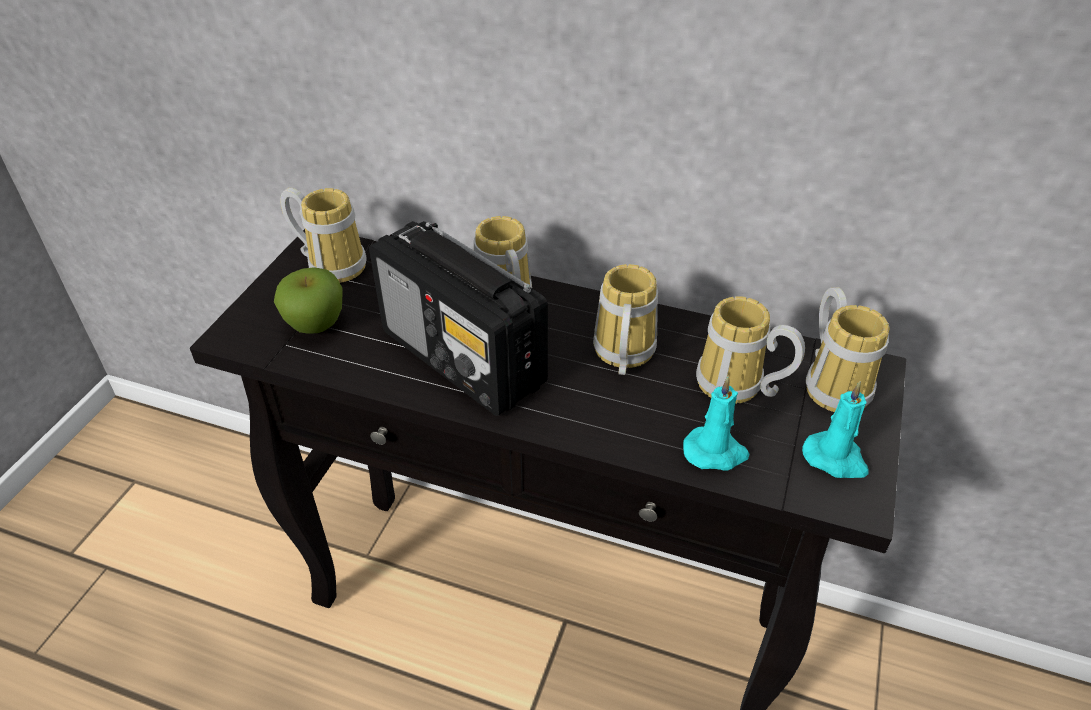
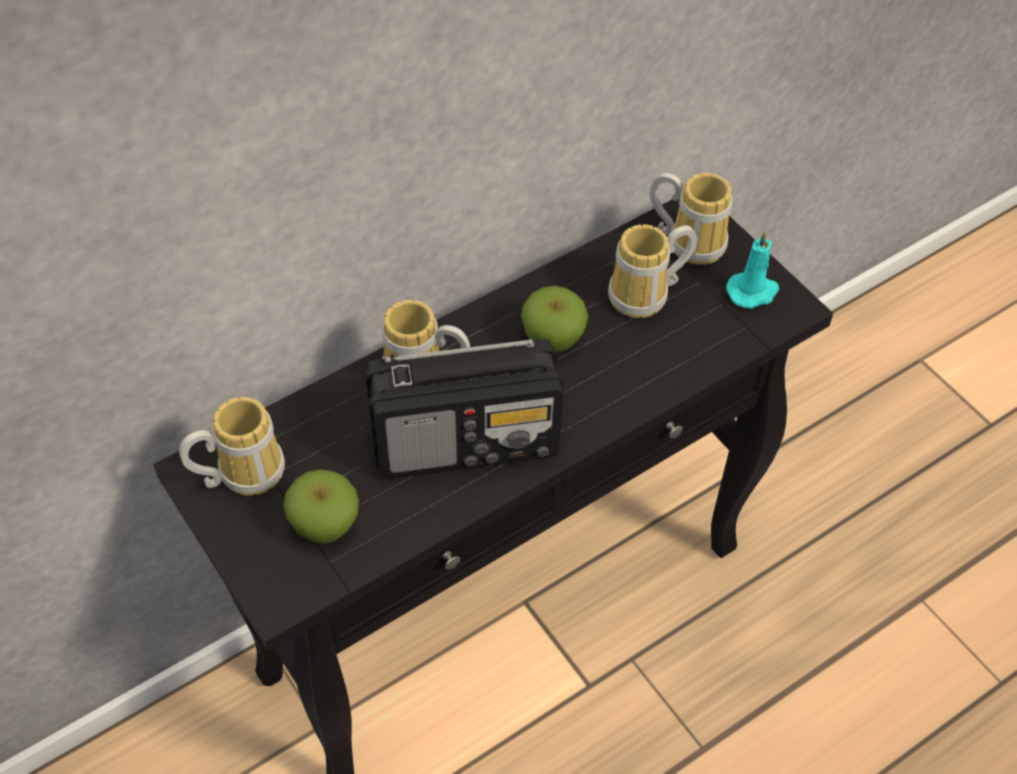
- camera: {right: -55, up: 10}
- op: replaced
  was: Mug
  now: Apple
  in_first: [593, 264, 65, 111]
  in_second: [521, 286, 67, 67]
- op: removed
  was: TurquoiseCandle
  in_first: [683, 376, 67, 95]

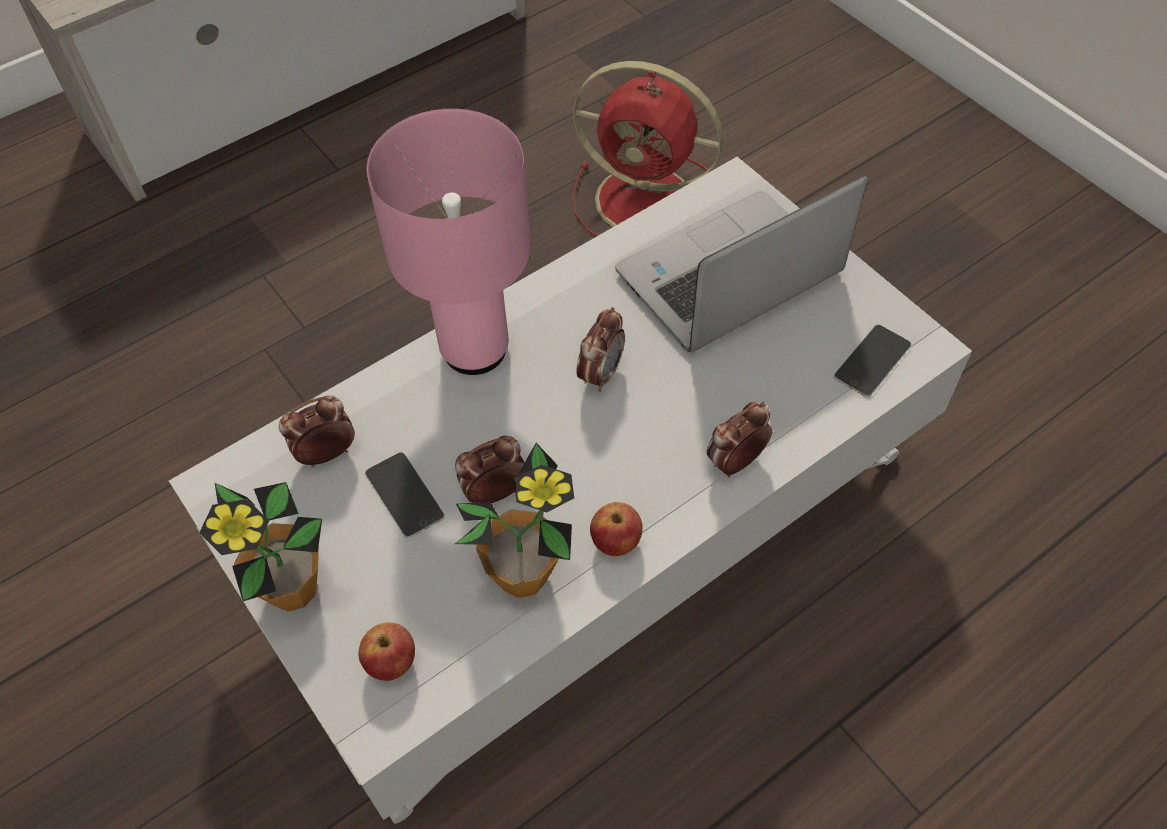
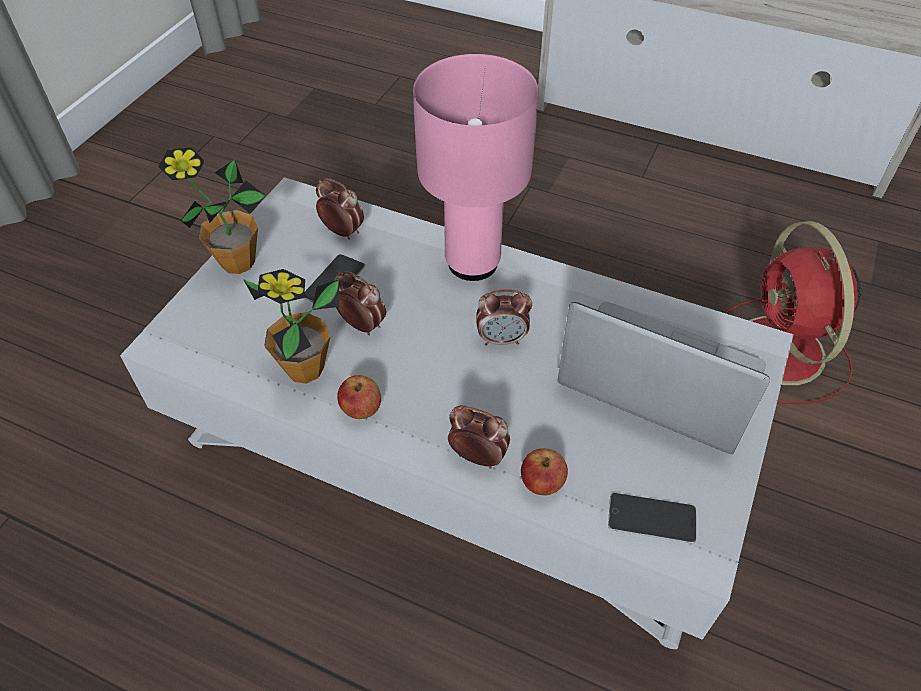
- camera: {right: 60, up: -5}
- op: moved
  was: Apple
  in_first: [358, 622, 57, 59]
  in_second: [521, 448, 47, 48]

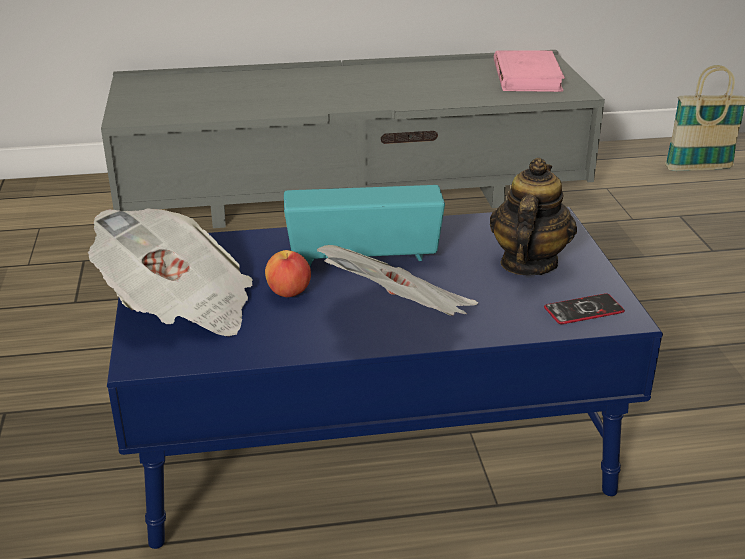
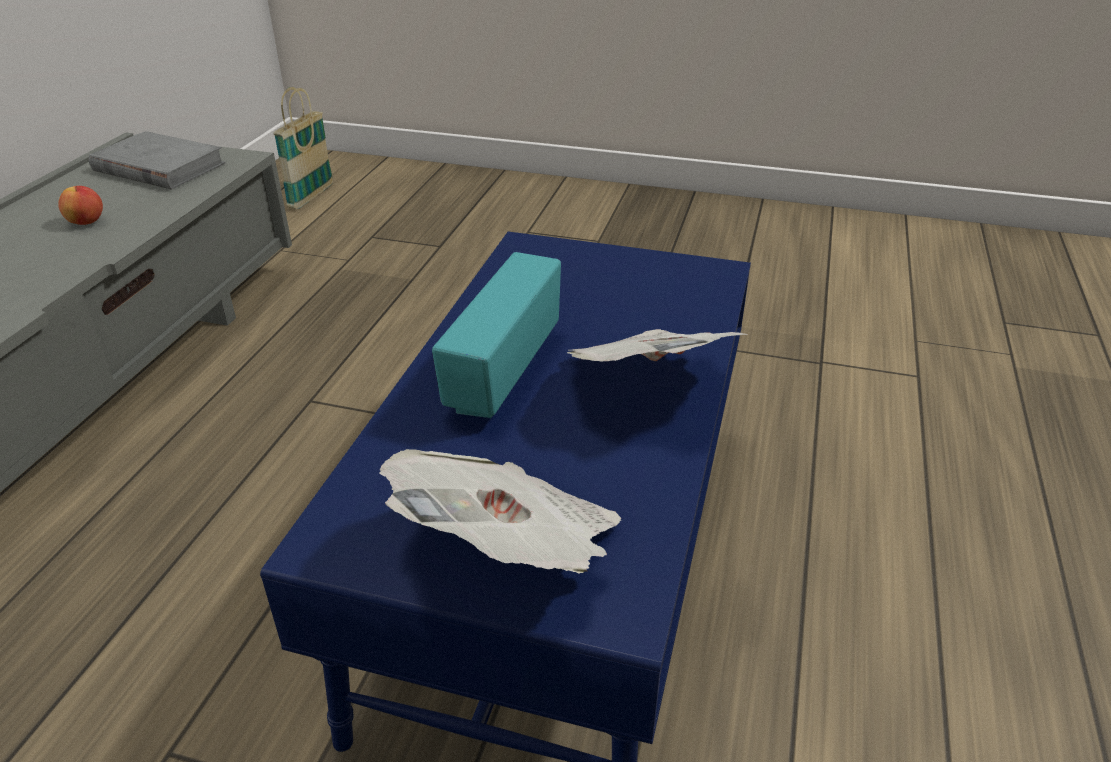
- camera: {right: -65, up: 5}
- op: recoloured
  was: PinkBook
  now: GreyBook
  in_first: [494, 50, 71, 42]
  in_second: [89, 131, 136, 59]
- op: removed
  was: Teapot
  in_first: [490, 158, 87, 117]
- op: moved
  was: Apple
  in_first: [265, 250, 46, 47]
  in_second: [58, 185, 45, 40]
- op: removed
  was: Phone
  in_first: [544, 293, 81, 31]

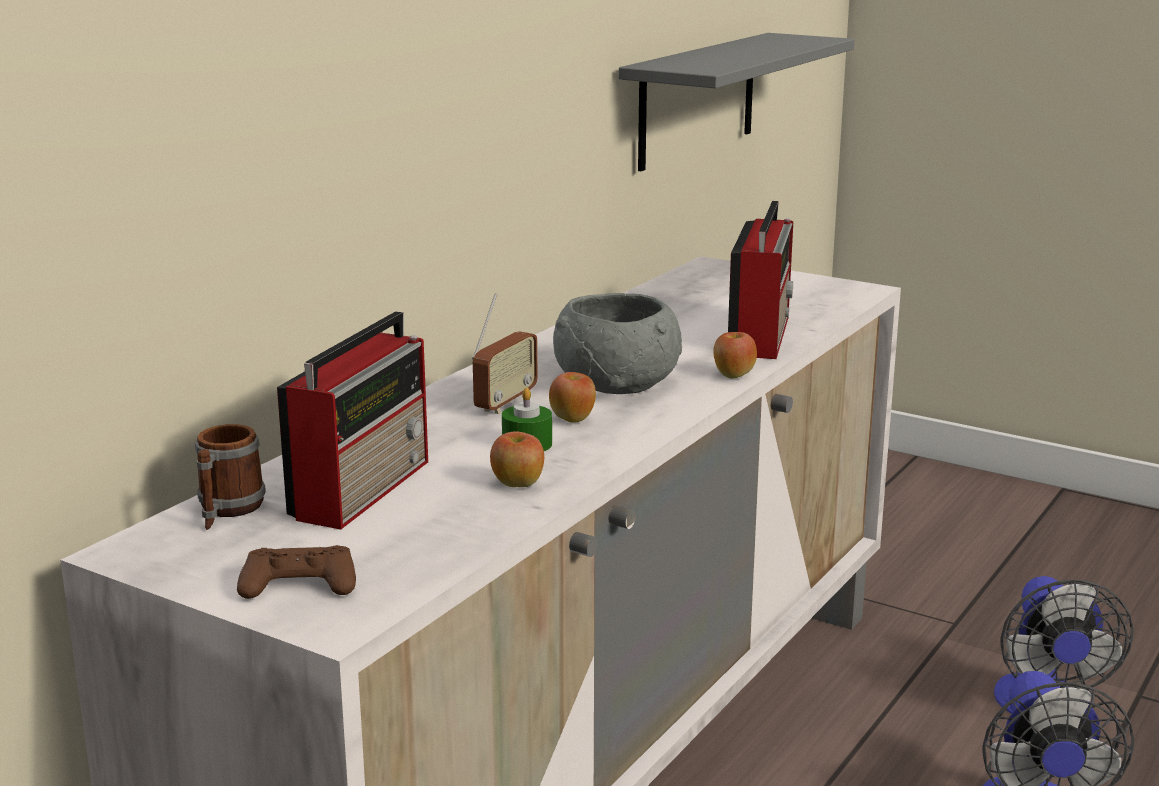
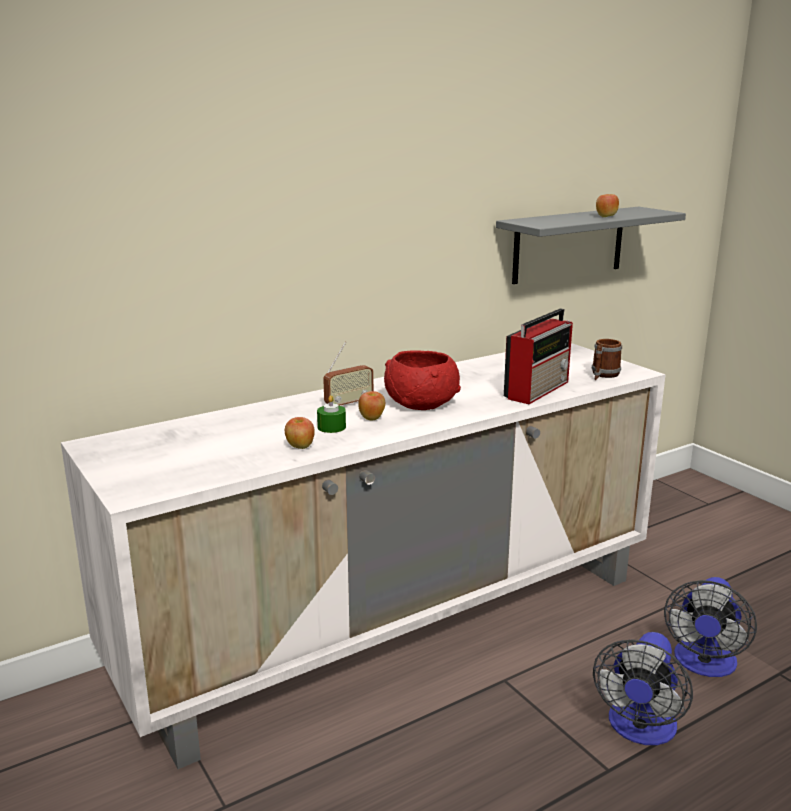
- camera: {right: 25, up: 0}
- op: recoloured
  was: GreyBowl
  now: RedBowl
  in_first: [553, 293, 129, 101]
  in_second: [384, 350, 77, 60]
- op: removed
  was: Radio
  in_first: [277, 311, 151, 219]
- op: moved
  was: Apple
  in_first: [713, 332, 44, 47]
  in_second: [596, 194, 23, 23]
- op: moved
  was: Mug
  in_first: [195, 424, 71, 106]
  in_second: [592, 339, 30, 41]
- op: removed
  was: BrownGameController
  in_first: [237, 545, 119, 54]

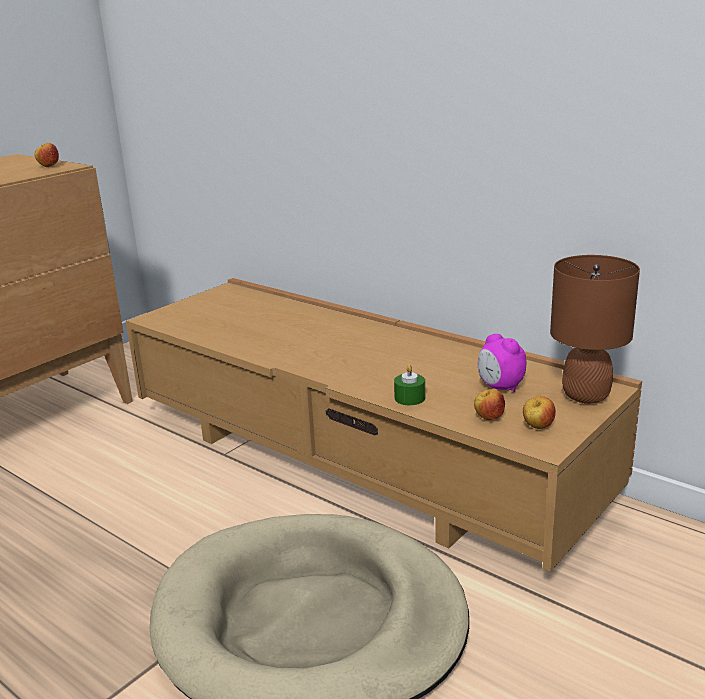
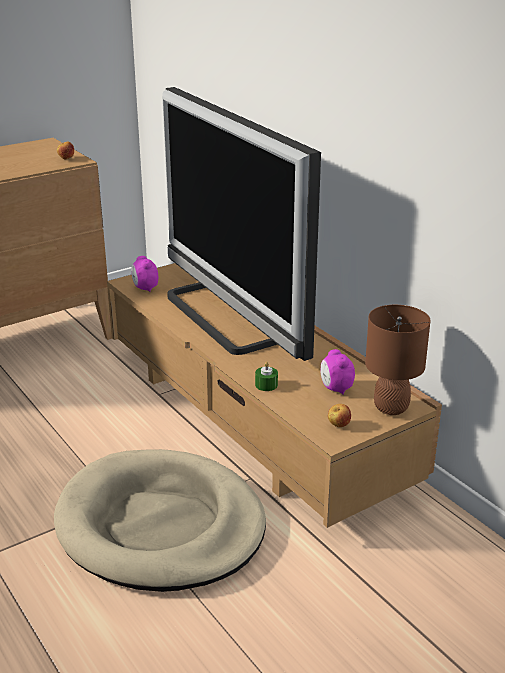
- camera: {right: 15, up: 5}
- op: removed
  was: Apple
  in_first: [474, 389, 31, 31]
- op: added
  now: Television
  in_second: [162, 87, 159, 274]
- op: added
  now: AlarmClock
  in_second: [131, 256, 27, 36]

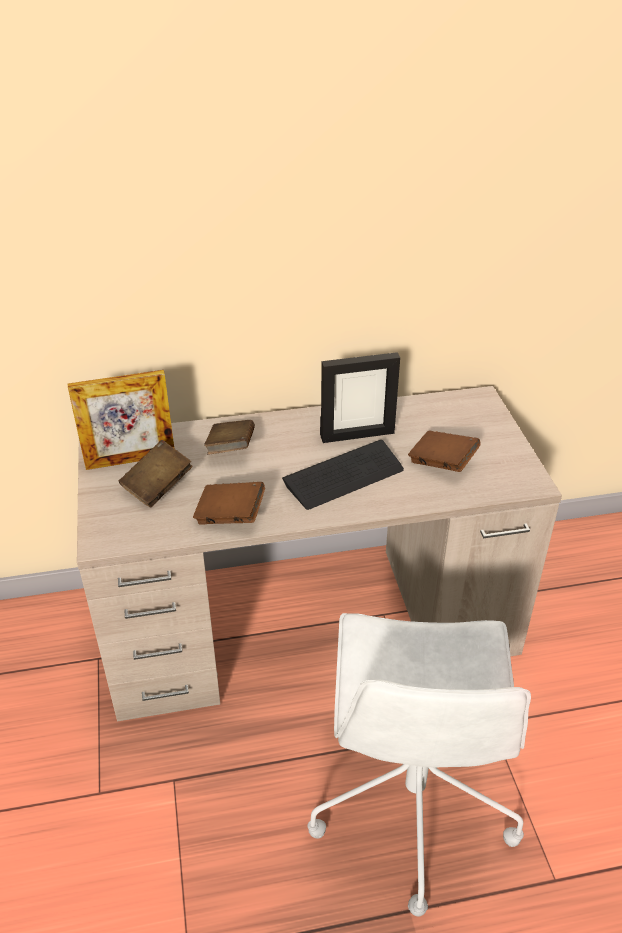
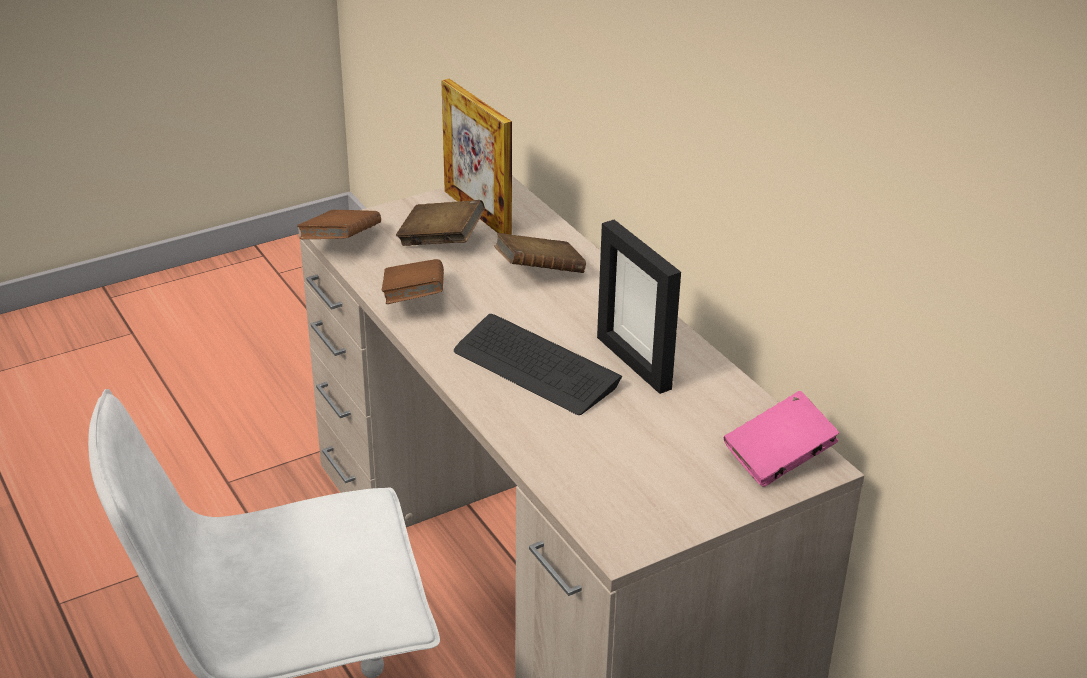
- camera: {right: 70, up: -5}
- op: moved
  was: BrownBook
  in_first: [408, 430, 72, 42]
  in_second: [297, 210, 84, 29]
- op: added
  now: PinkBook
  in_second: [724, 391, 115, 96]

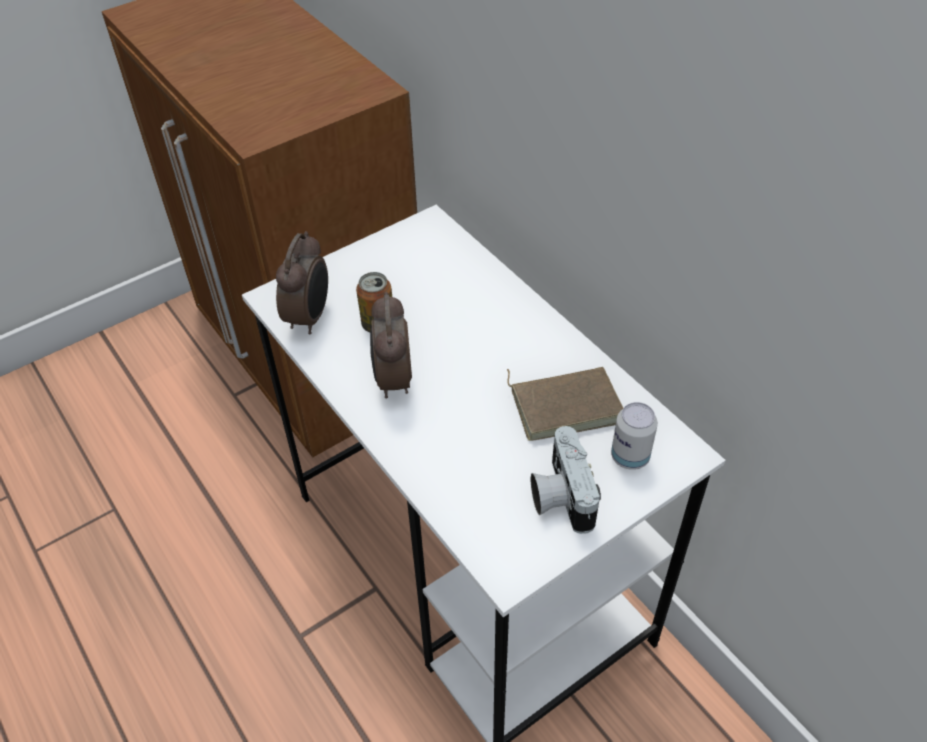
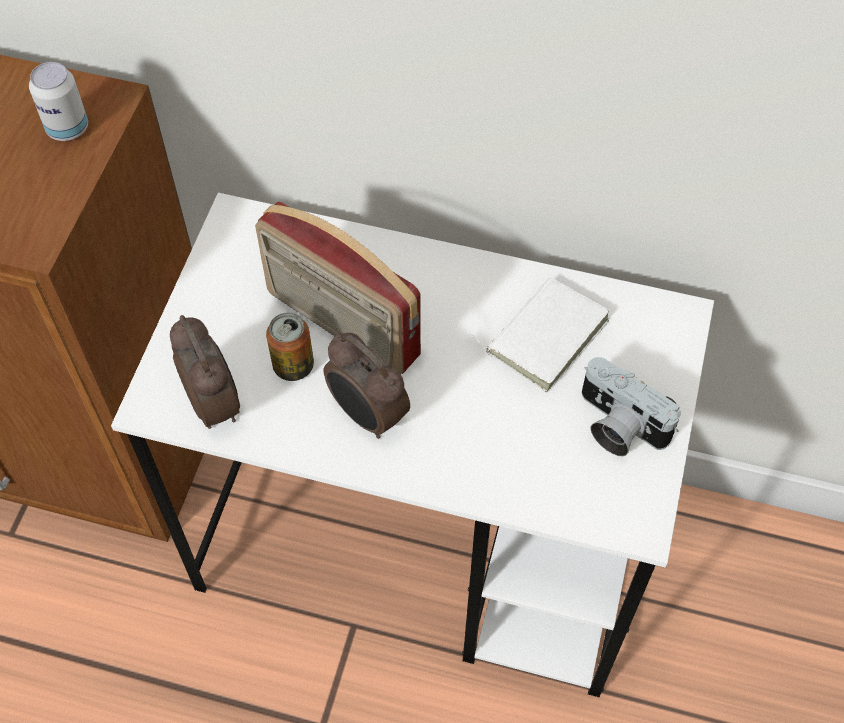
- camera: {right: -40, up: 10}
- op: recoloured
  was: BrownBook
  now: WhiteBook
  in_first: [507, 367, 116, 74]
  in_second: [468, 277, 141, 115]
- op: moved
  was: Can
  in_first: [611, 402, 47, 68]
  in_second: [29, 62, 59, 79]
- op: added
  now: Radio
  in_second: [255, 202, 166, 173]

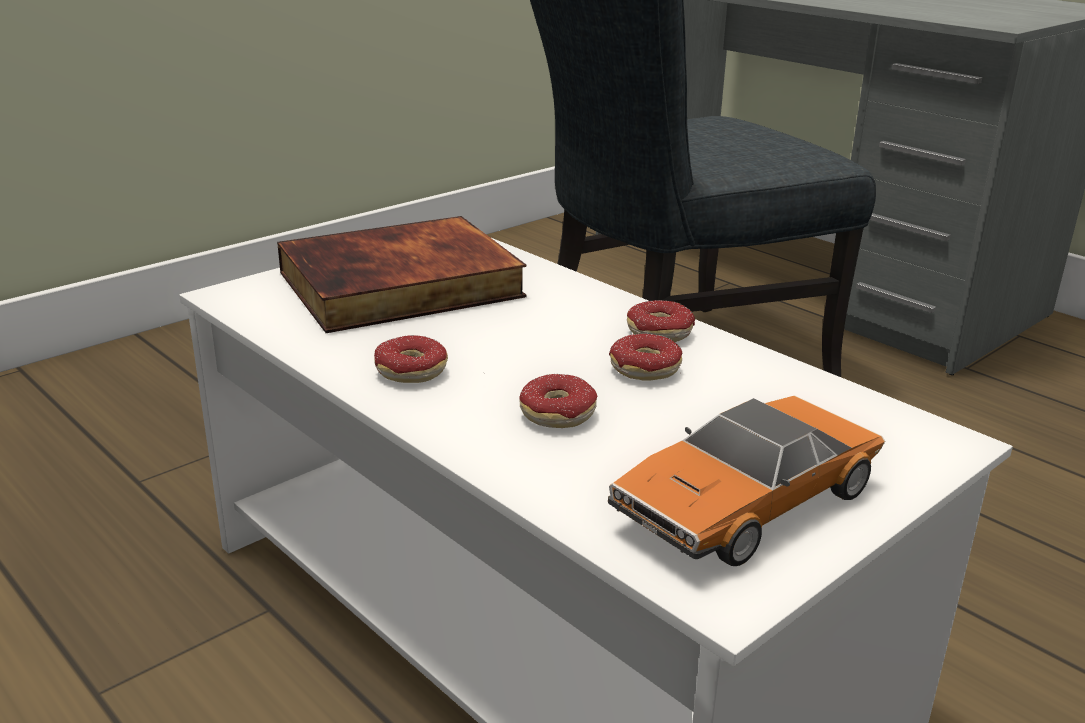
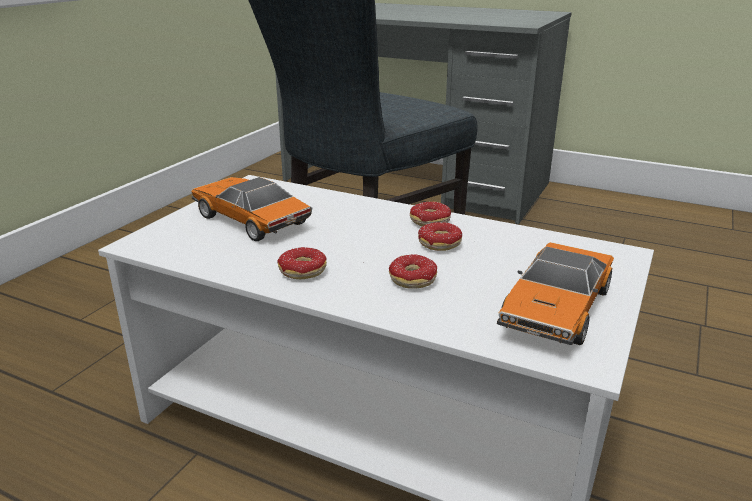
- camera: {right: -20, up: 0}
- op: replaced
  was: Book
  now: ToyCar
  in_first: [277, 216, 249, 117]
  in_second: [191, 177, 121, 64]

